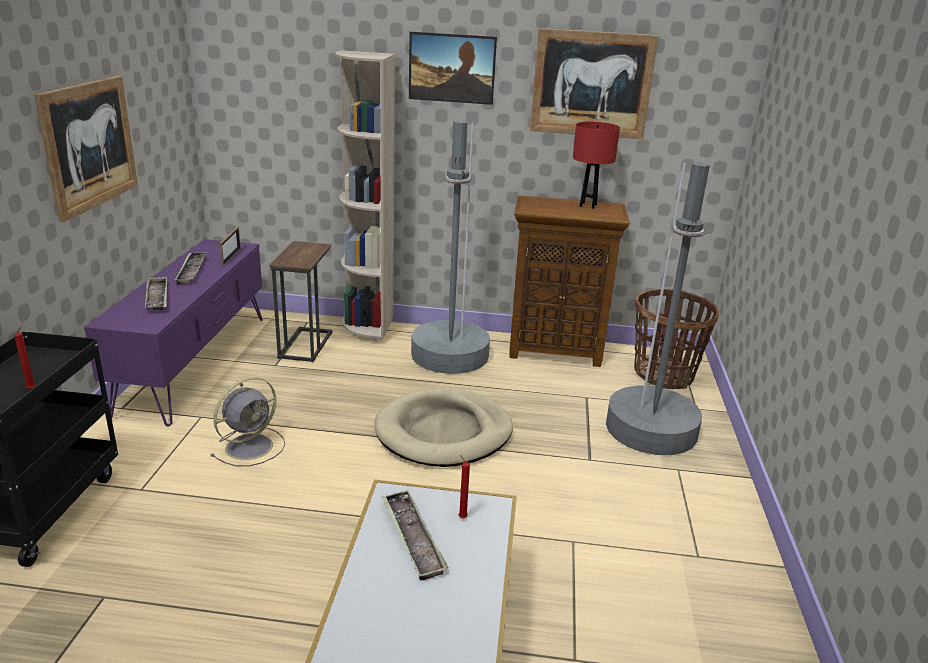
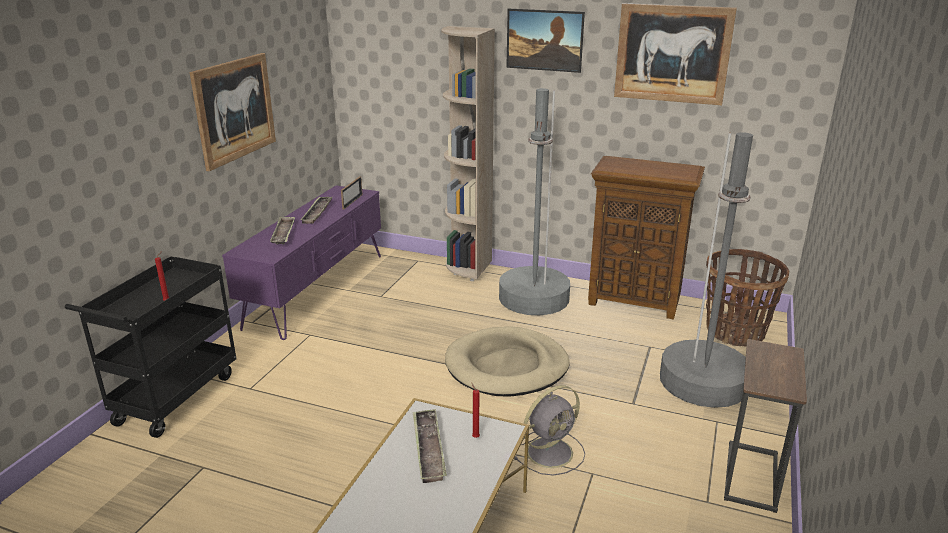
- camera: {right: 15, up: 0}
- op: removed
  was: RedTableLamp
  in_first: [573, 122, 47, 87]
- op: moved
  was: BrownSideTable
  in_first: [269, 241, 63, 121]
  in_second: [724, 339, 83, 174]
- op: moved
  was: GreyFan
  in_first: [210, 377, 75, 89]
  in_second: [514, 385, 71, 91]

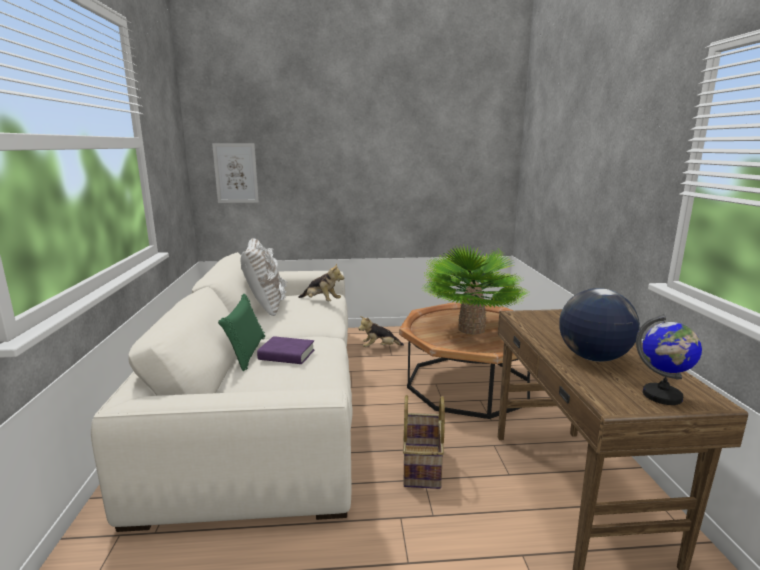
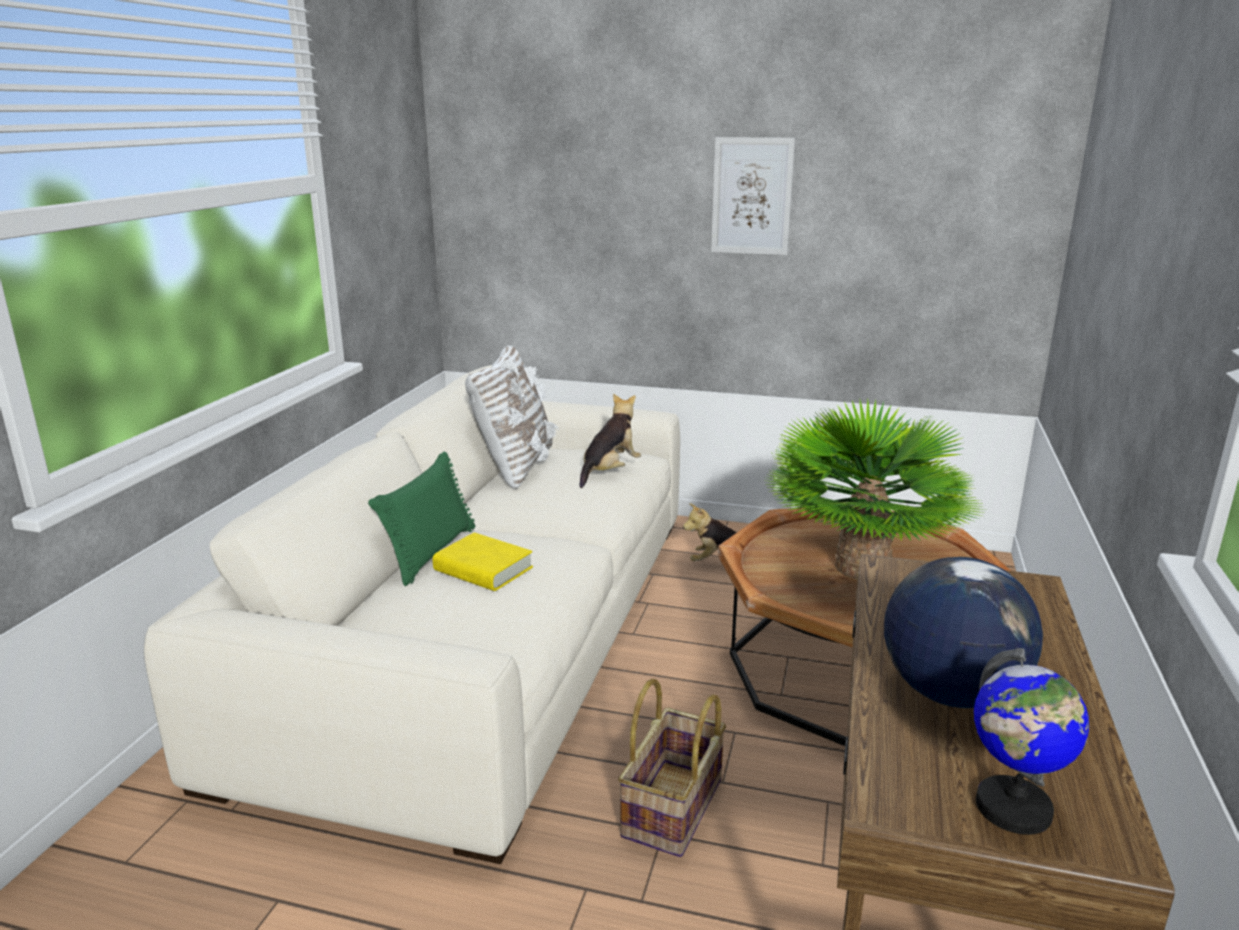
- camera: {right: 20, up: 5}
- op: moved
  was: Picture
  in_first: [212, 143, 47, 60]
  in_second: [711, 137, 84, 118]
- op: turned
  was: PlushToy
  in_first: [298, 263, 46, 38]
  in_second: [580, 393, 61, 95]
  clockwise: -105
- op: recoloured
  was: PurpleBook
  now: YellowBook
  in_first: [257, 336, 58, 28]
  in_second: [433, 532, 100, 59]

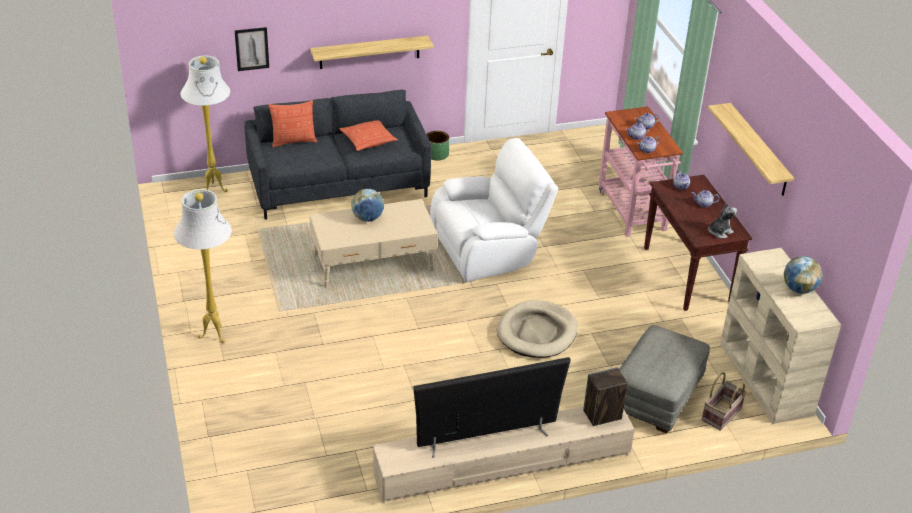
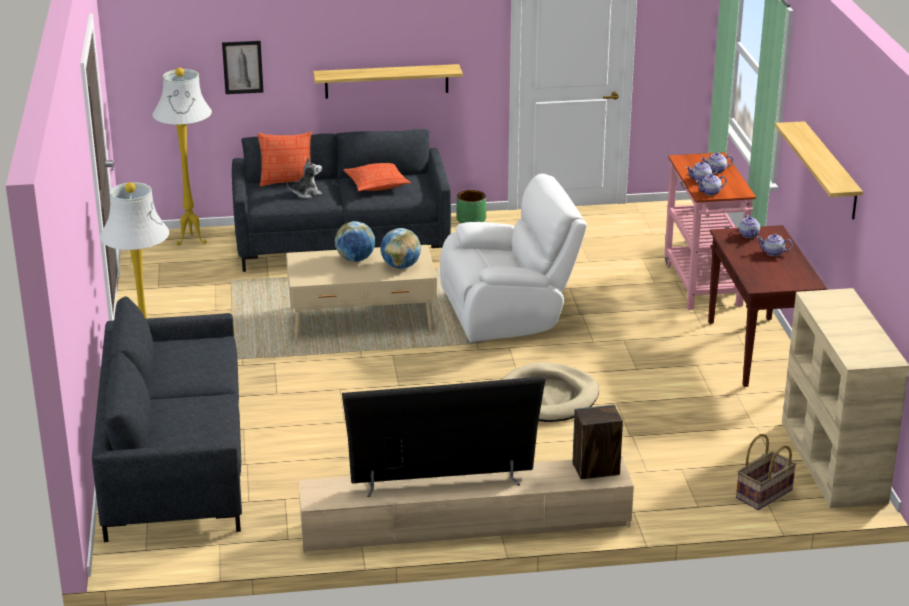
- camera: {right: 10, up: -10}
- op: moved
  was: PlushToy
  in_first: [708, 203, 29, 36]
  in_second: [287, 158, 35, 40]
- op: moved
  was: Globe
  in_first: [784, 256, 39, 38]
  in_second: [380, 228, 41, 41]
- op: removed
  was: GreyOttoman
  in_first: [619, 325, 91, 108]
- op: added
  now: GreySofa
  in_second: [92, 296, 150, 246]

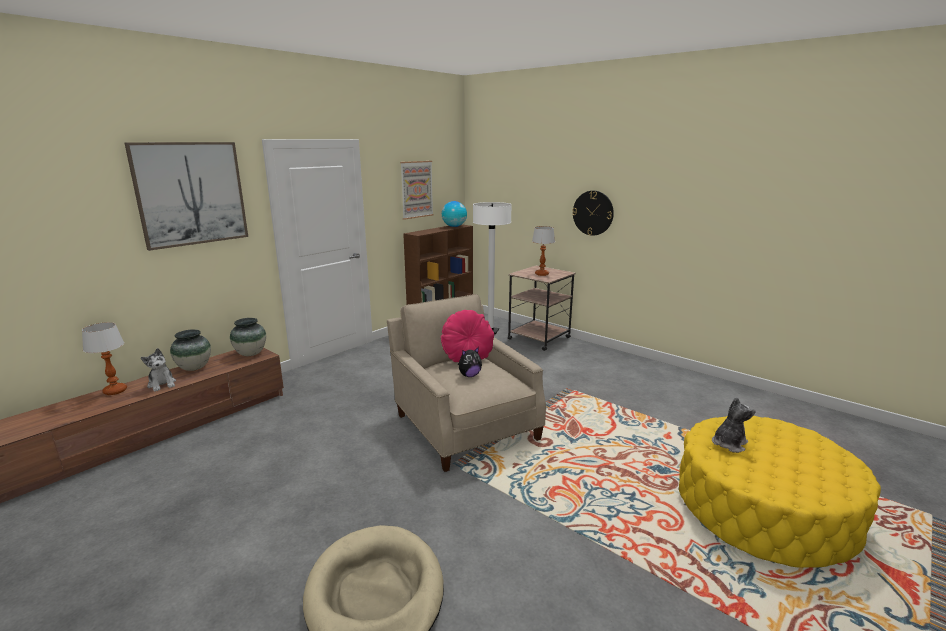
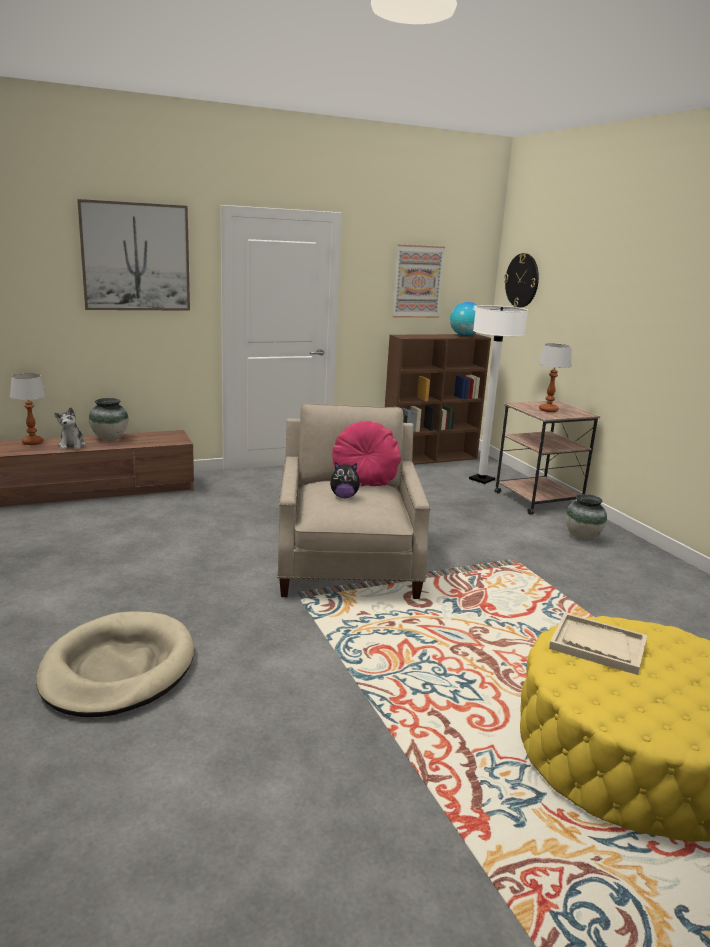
- camera: {right: 25, up: 0}
- op: moved
  was: WallClock
  in_first: [572, 191, 42, 45]
  in_second: [504, 253, 35, 55]
- op: moved
  was: Vase
  in_first: [230, 318, 36, 38]
  in_second: [565, 494, 42, 46]
- op: replaced
  was: PlushToy
  now: BeigeTray
  in_first: [712, 397, 44, 56]
  in_second: [549, 612, 98, 63]

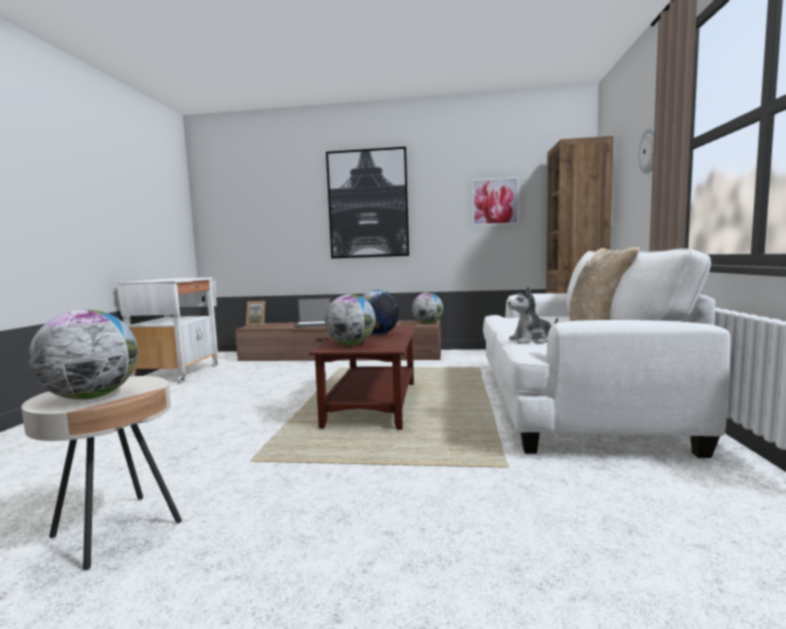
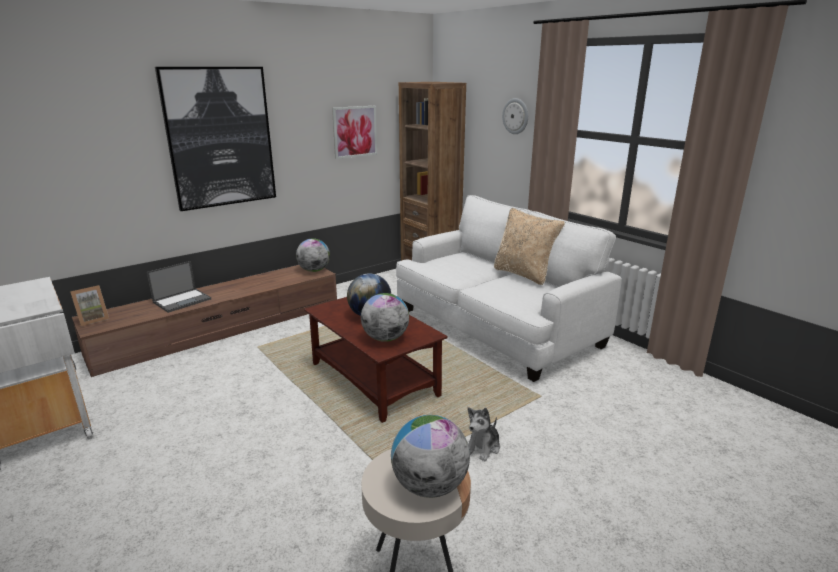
- camera: {right: -45, up: 15}
- op: moved
  was: PlushToy
  in_first: [508, 286, 50, 57]
  in_second: [468, 407, 32, 54]

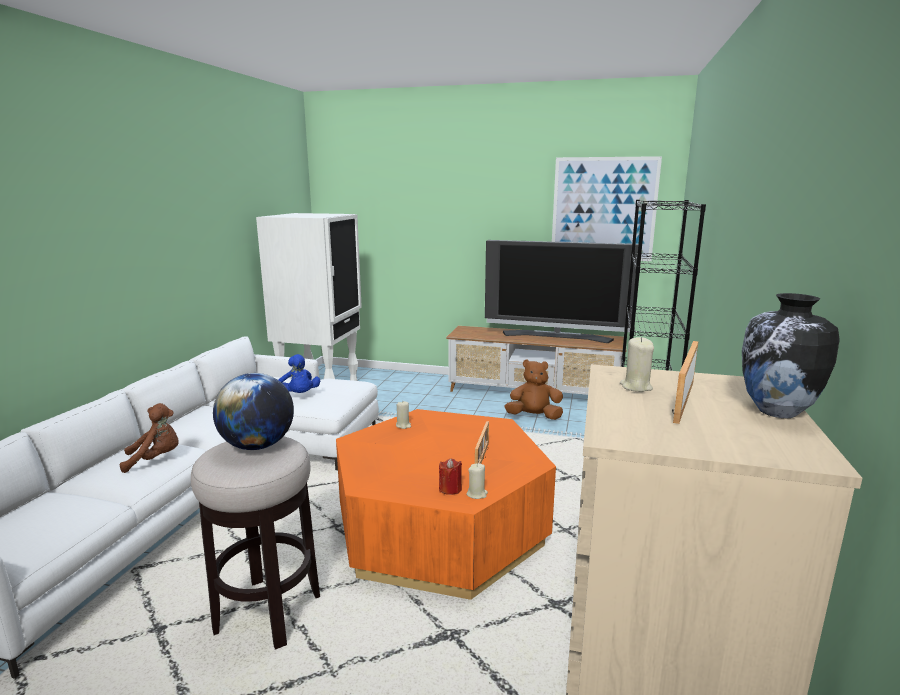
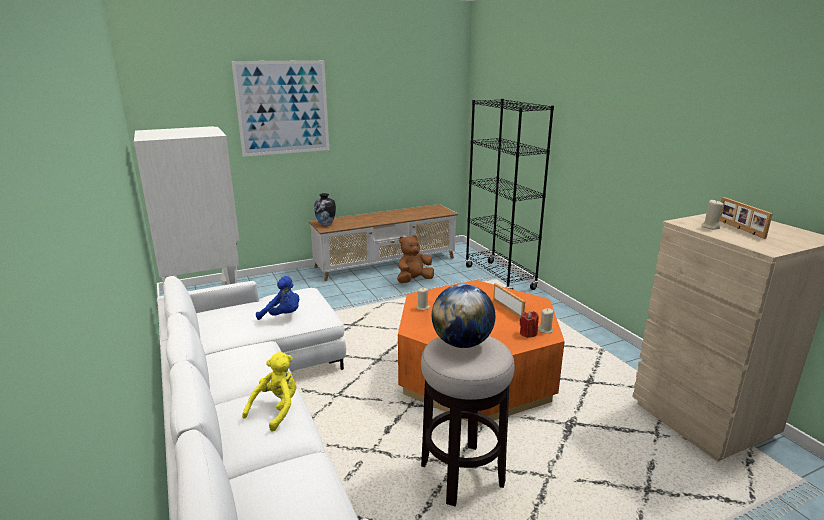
- camera: {right: -40, up: 5}
- op: moved
  was: Picture
  in_first: [552, 156, 110, 105]
  in_second: [232, 60, 97, 97]
- op: removed
  was: Television
  in_first: [485, 240, 153, 103]
- op: moved
  was: Vase
  in_first: [742, 293, 98, 125]
  in_second: [314, 193, 22, 33]
- op: recoloured
  was: BrownPlushToy
  now: YellowPlushToy
  in_first: [119, 403, 60, 70]
  in_second: [242, 352, 54, 80]

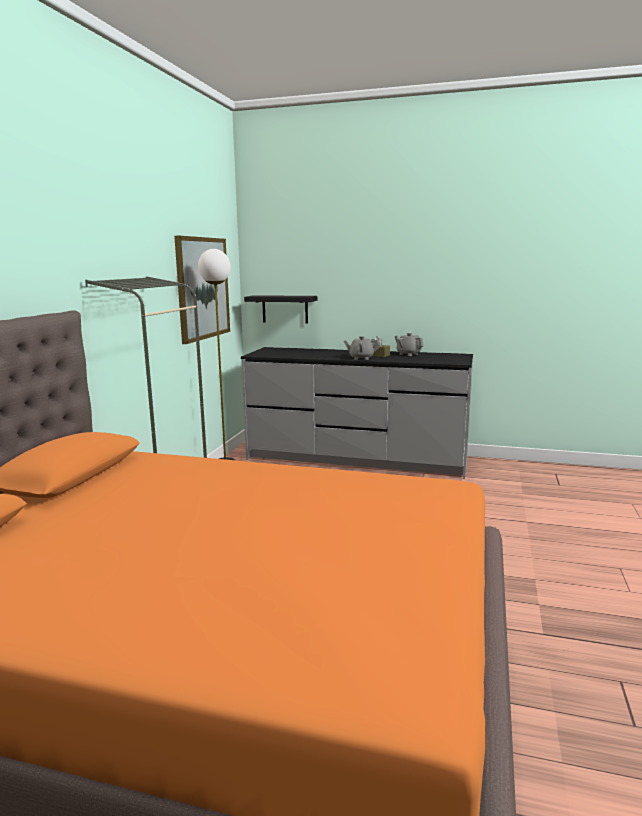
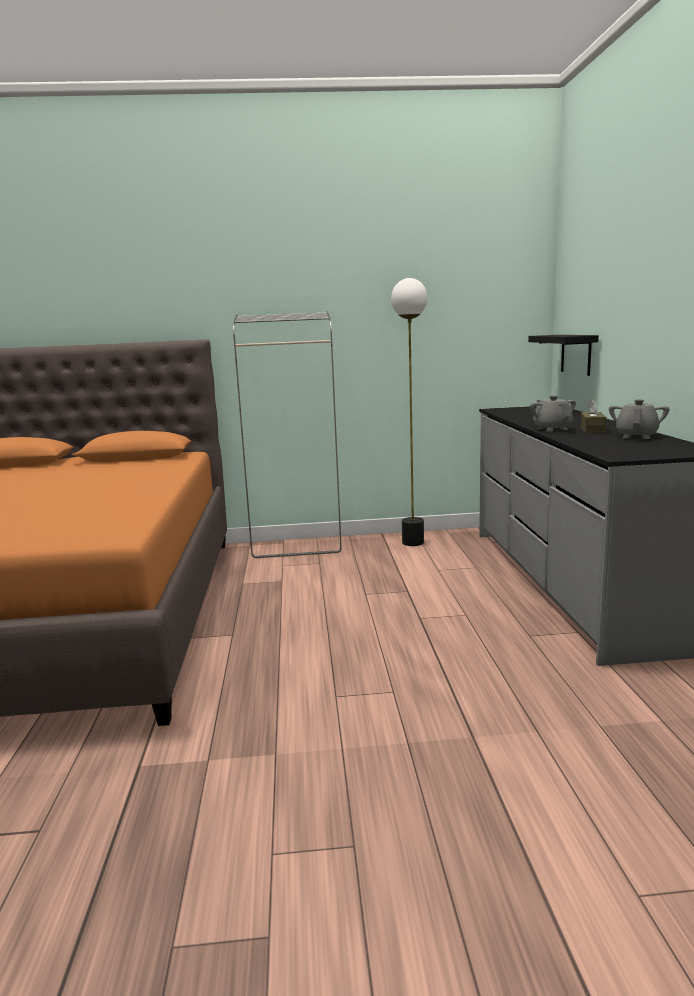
- camera: {right: 70, up: 0}
- op: removed
  was: Picture
  in_first: [174, 236, 56, 108]

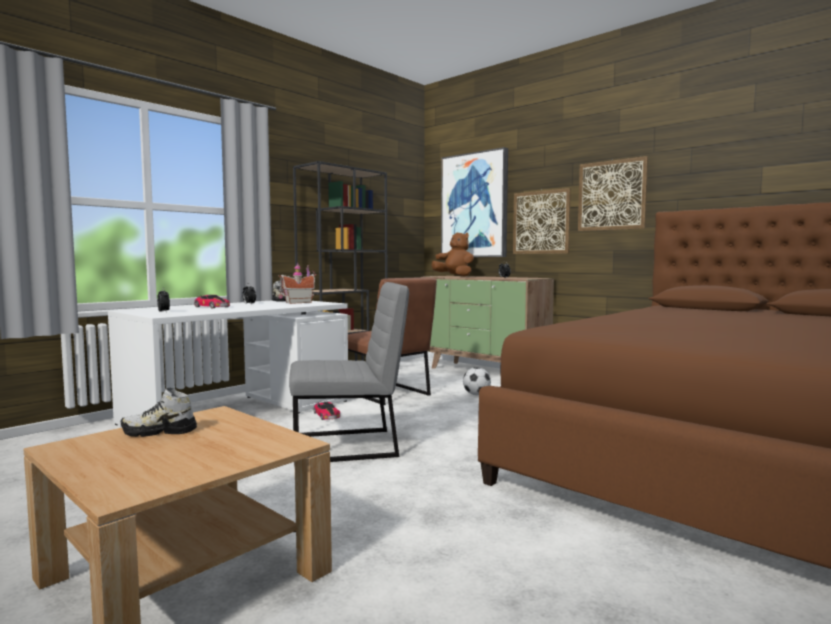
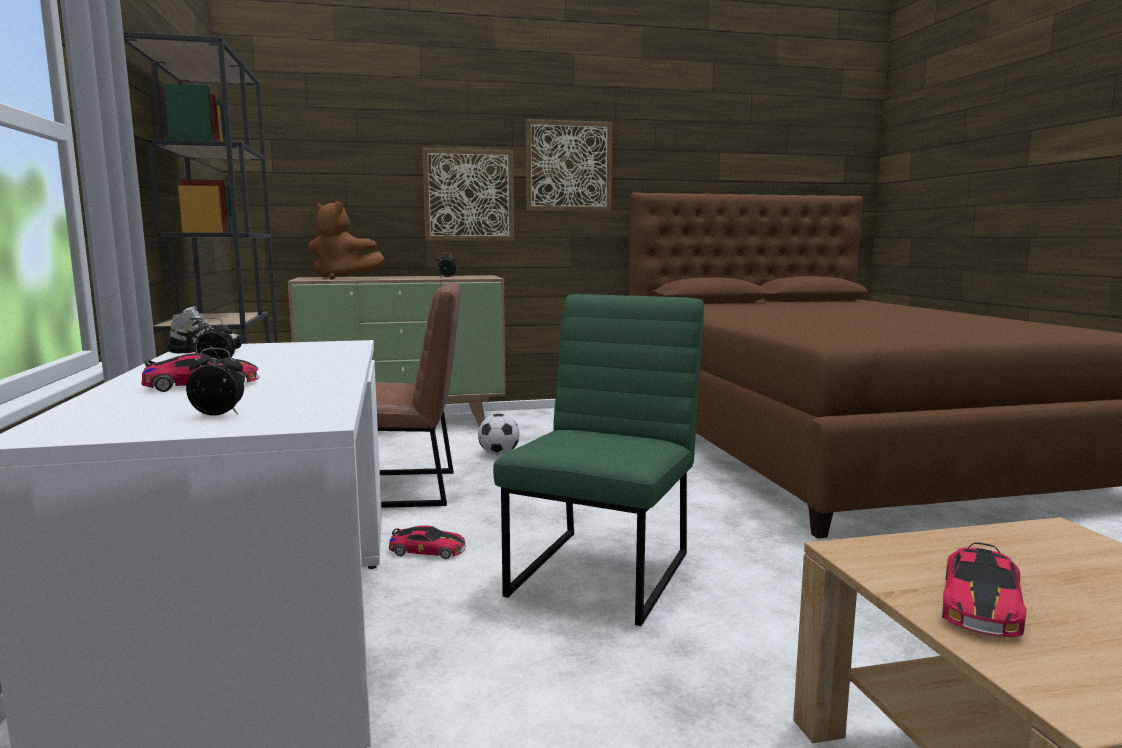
- camera: {right: -55, up: 5}
- op: removed
  was: Picture
  in_first: [441, 147, 67, 110]
- op: turned
  was: BrownPlushToy
  in_first: [431, 232, 43, 45]
  in_second: [308, 201, 77, 79]
  clockwise: -150
- op: removed
  was: ToyHouse
  in_first: [278, 263, 38, 41]
- op: recoloured
  was: GreyChair
  now: GreenChair
  in_first: [289, 282, 120, 183]
  in_second: [493, 294, 211, 332]
- op: replaced
  was: Shoe
  now: ToyCar
  in_first: [120, 388, 77, 49]
  in_second: [942, 542, 84, 95]

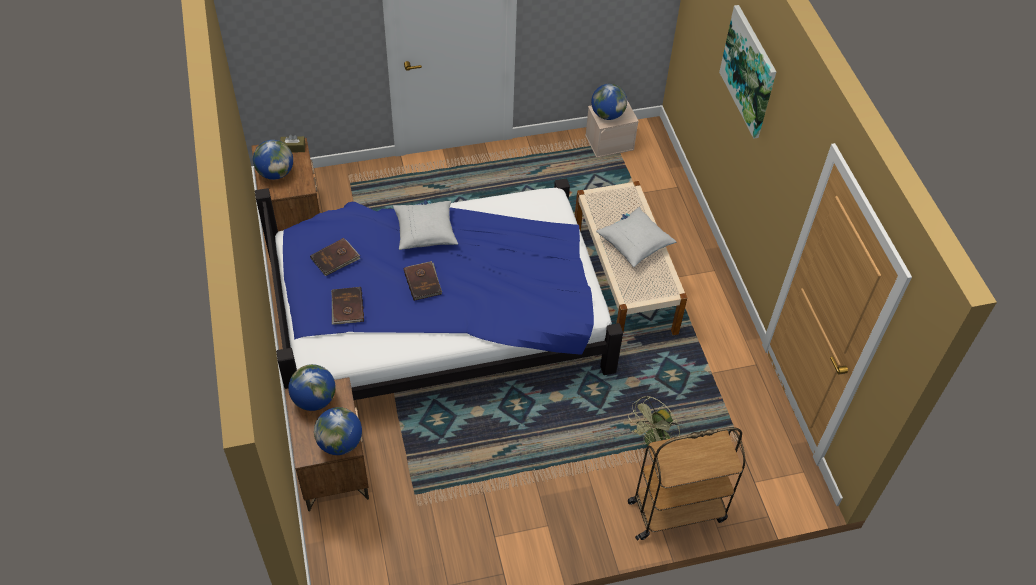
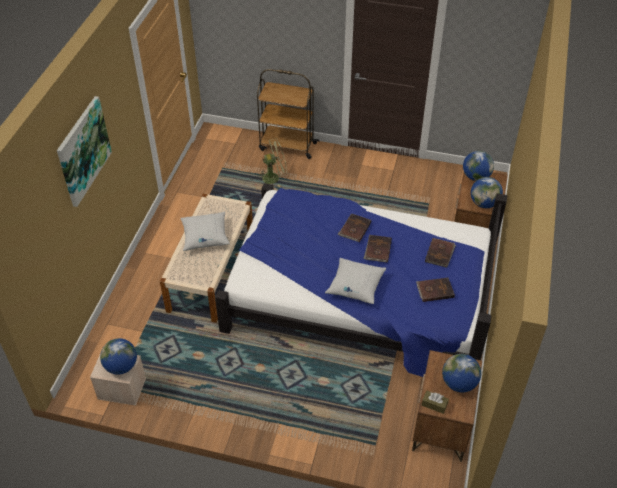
- camera: {right: -150, up: -5}
- op: added
  now: BrownBook
  in_second: [338, 213, 33, 29]

